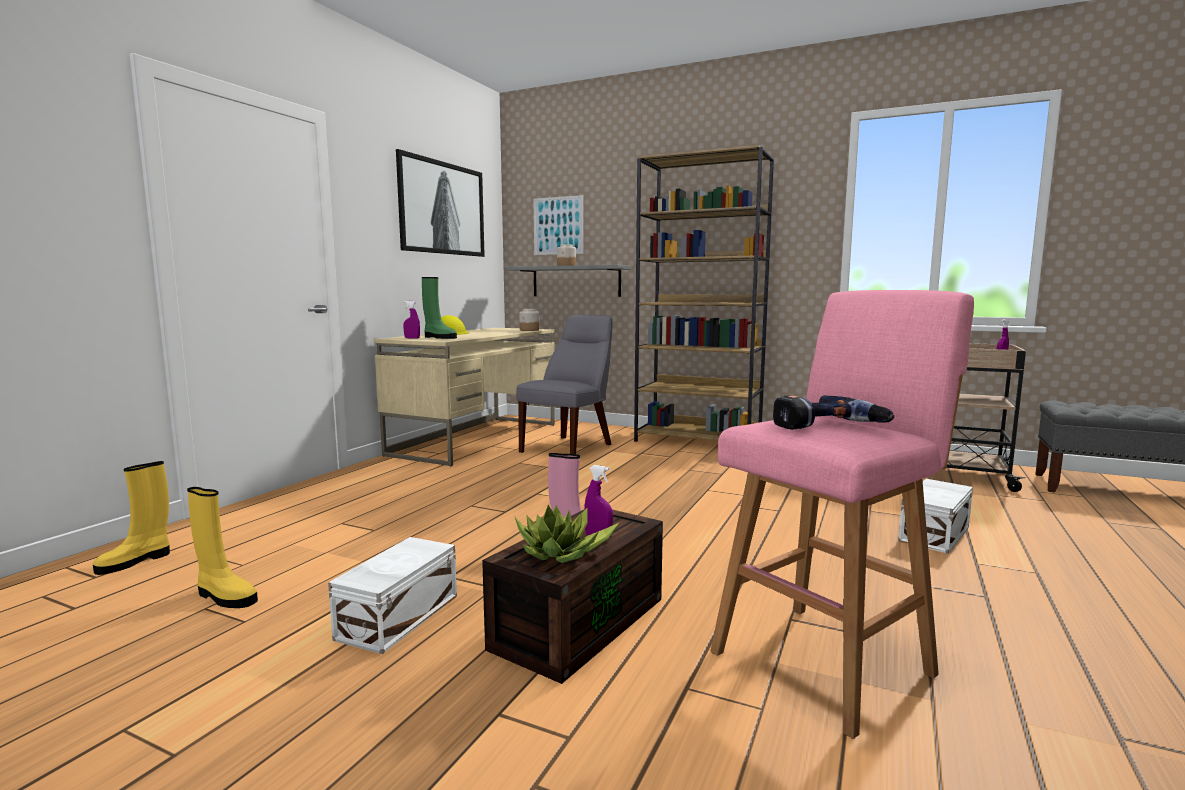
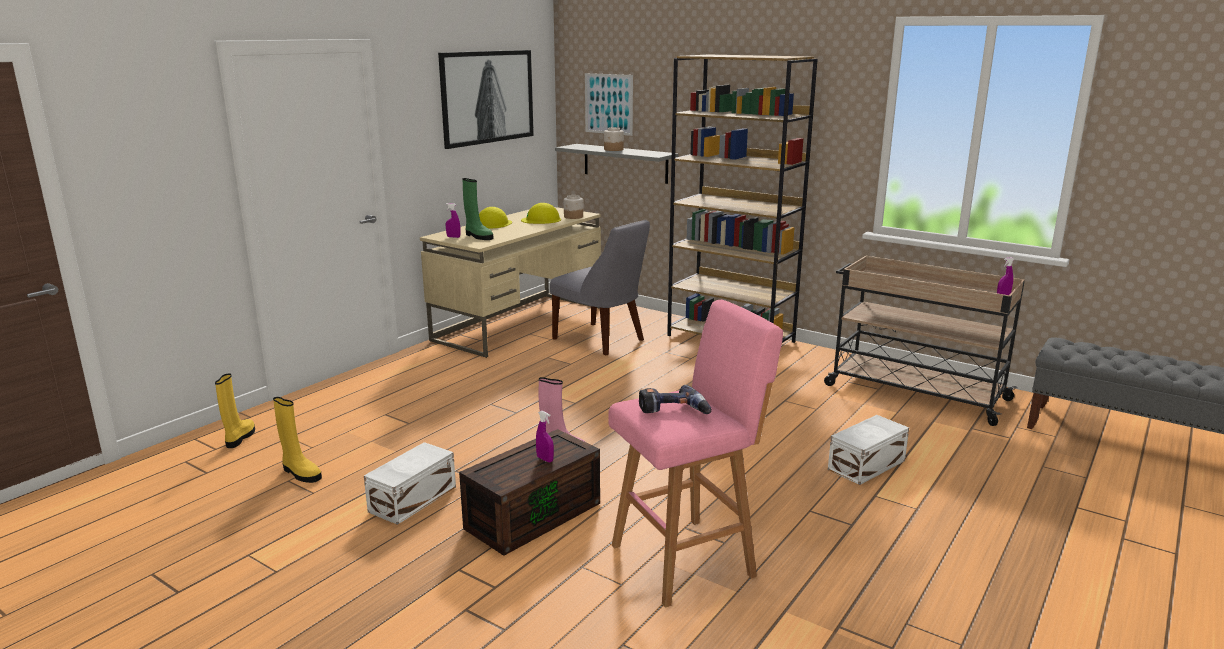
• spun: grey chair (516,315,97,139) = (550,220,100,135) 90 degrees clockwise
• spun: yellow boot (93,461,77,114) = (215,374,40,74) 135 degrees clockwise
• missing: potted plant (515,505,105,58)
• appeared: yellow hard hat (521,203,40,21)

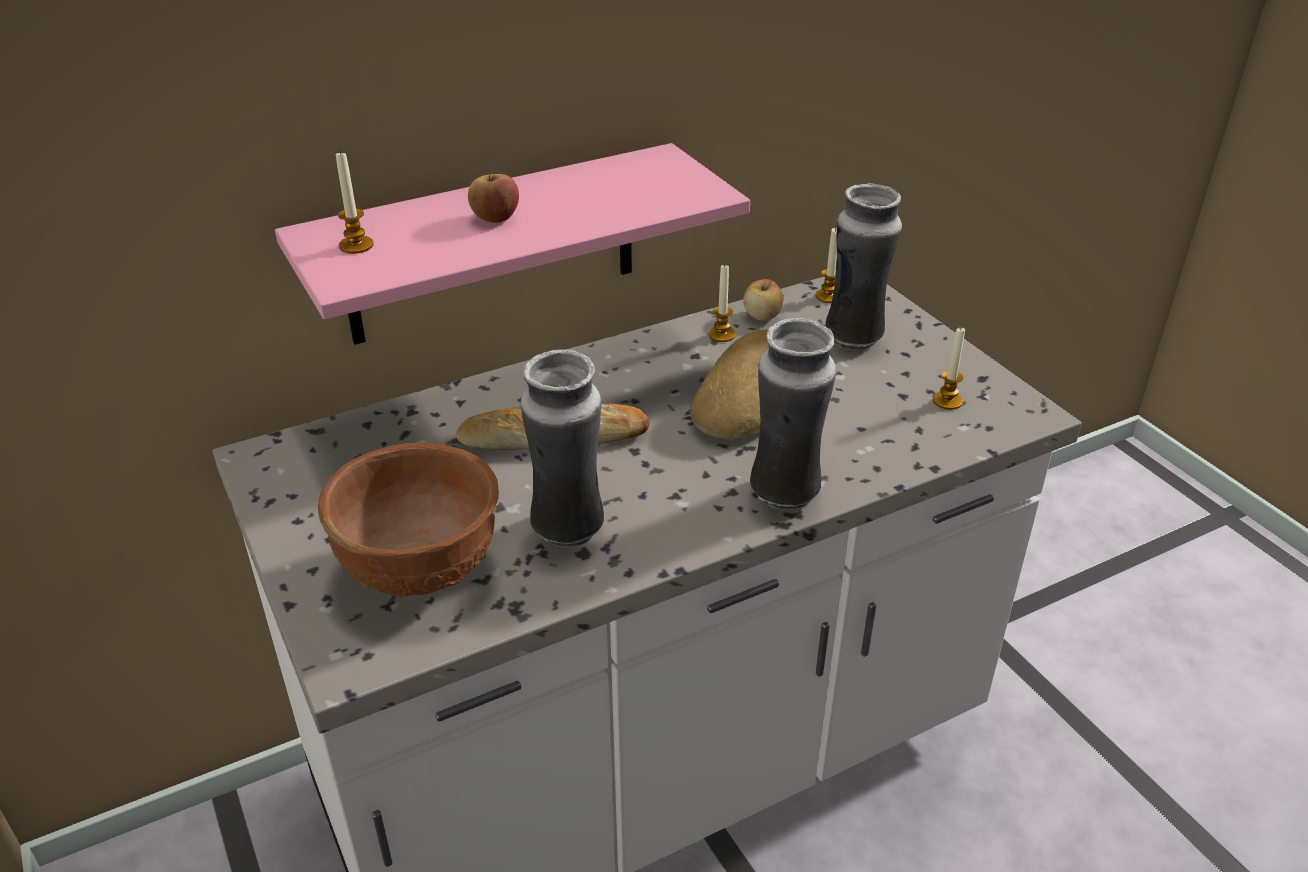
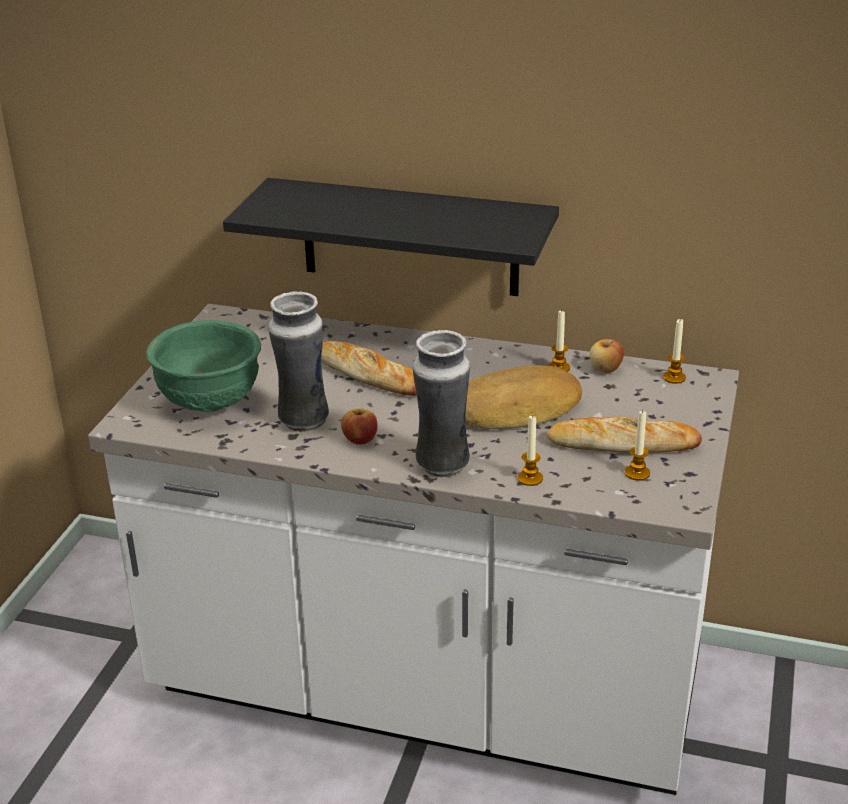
• colour: pink shelf (275,143,475,202) to black shelf (223,178,336,118)
• relocated: candle (336,151,38,103) to (518,415,25,71)
• relocated: apple (468,174,51,49) to (341,408,37,37)
• missing: vase (825,183,77,168)
• colour: brown bowl (318,443,181,154) to green bowl (146,320,115,92)
• appeared: bread (547,417,155,36)

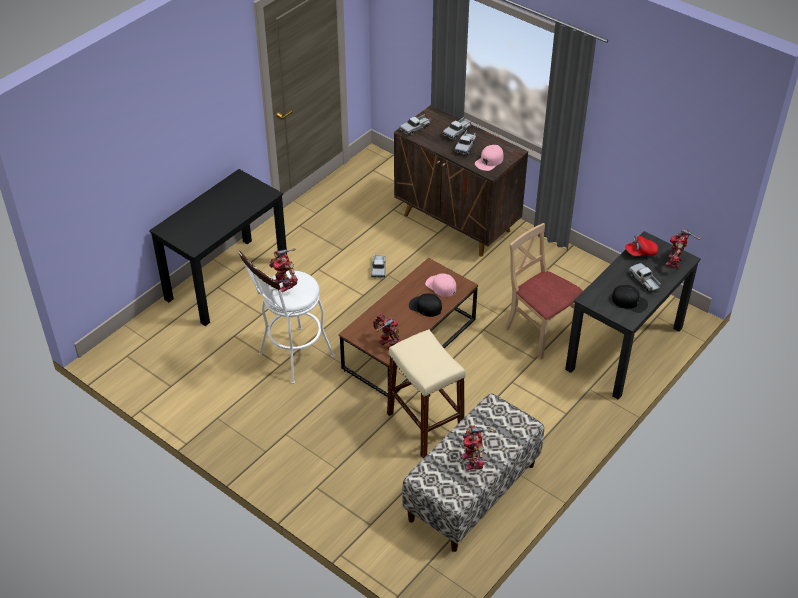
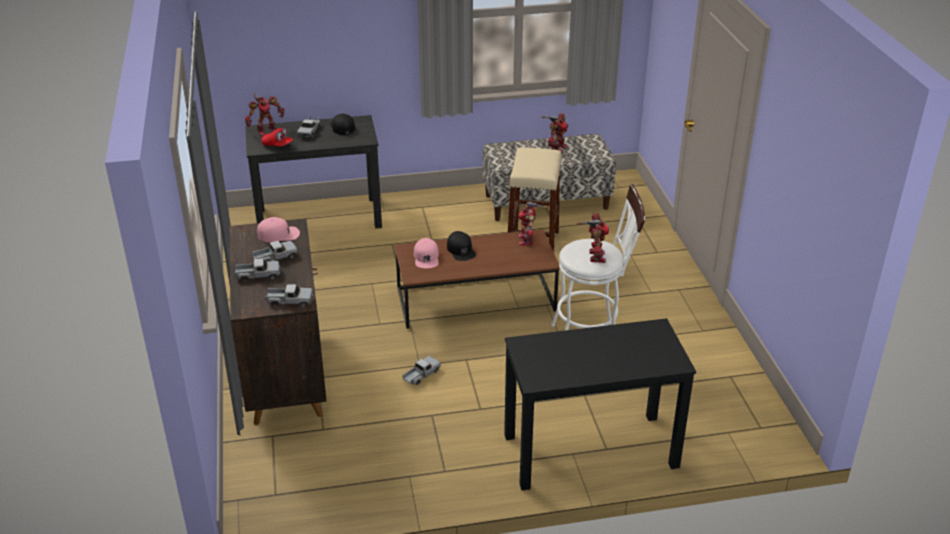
• missing: beige chair (505,223,78,137)

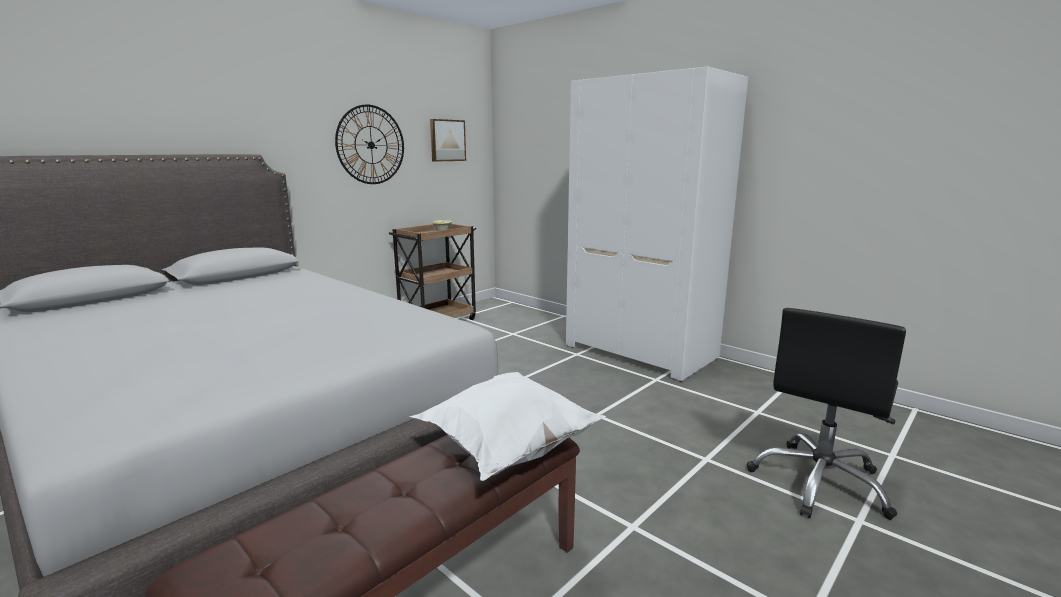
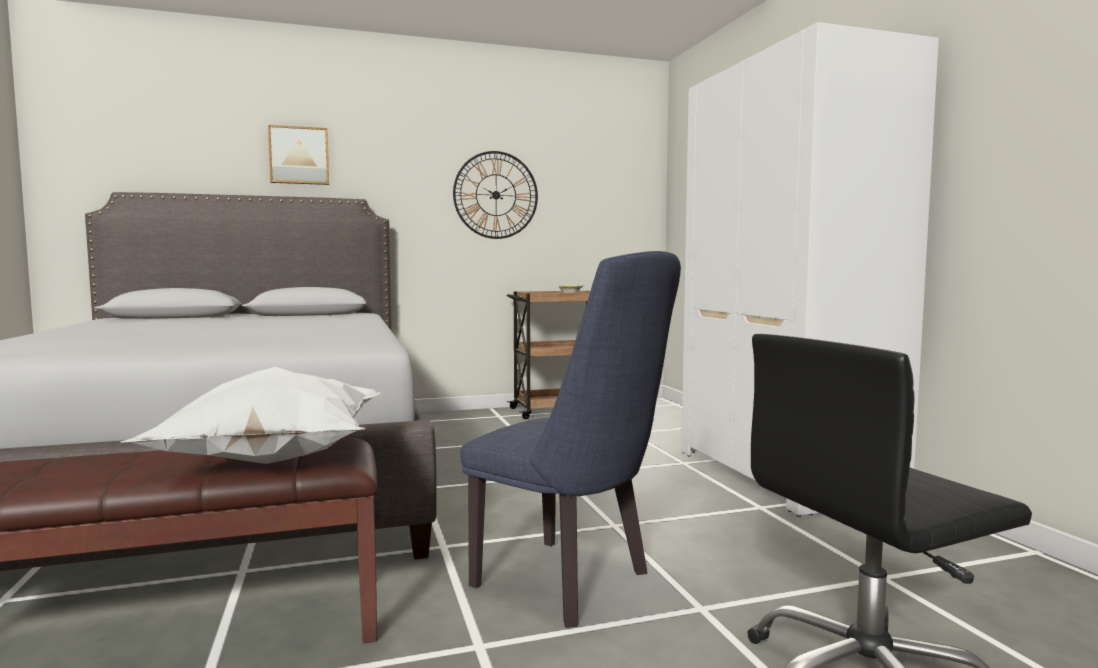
• relocated: picture (430,119,36,43) to (268,125,61,60)
• appeared: blue chair (460,251,221,377)

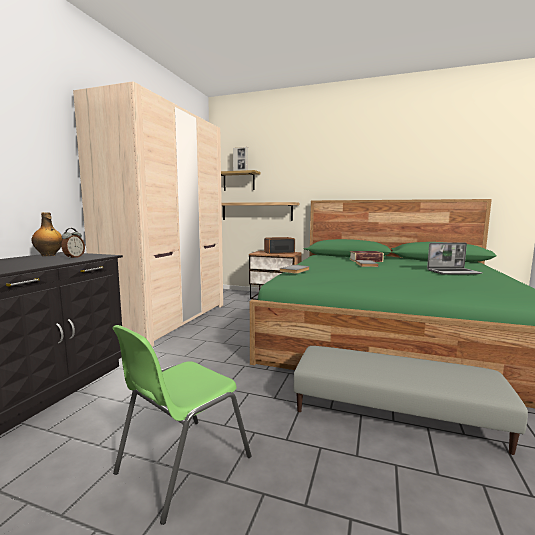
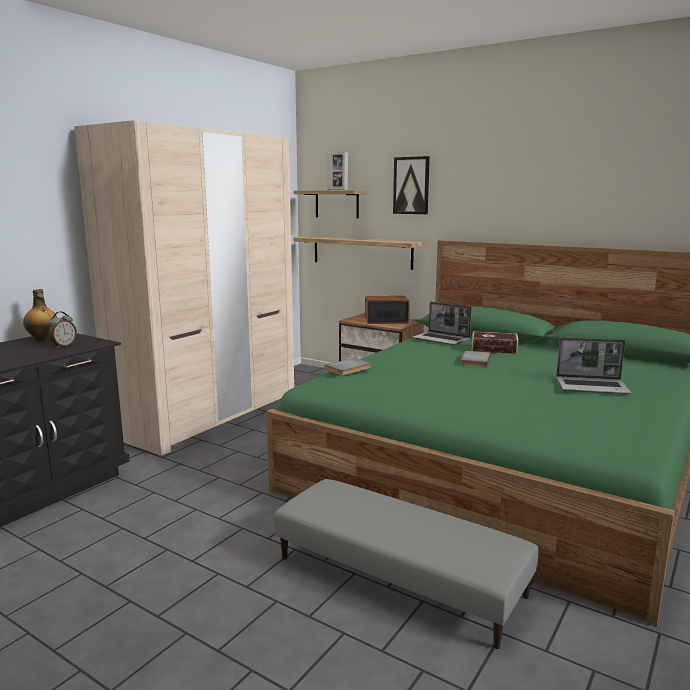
• missing: green chair (112,325,139,200)
• appeared: picture (393,156,37,58)
• appeared: laptop (412,302,60,43)

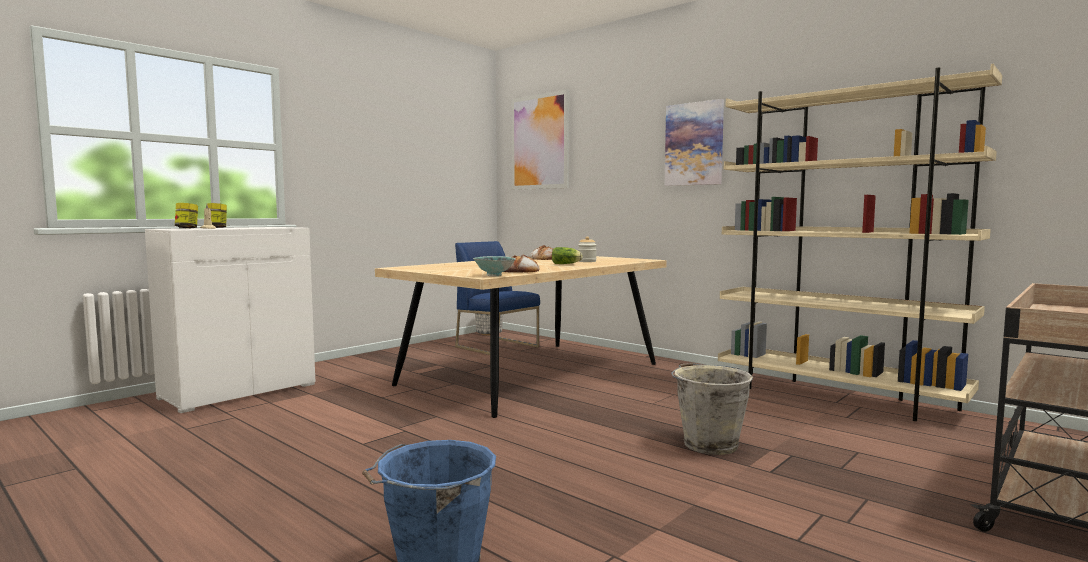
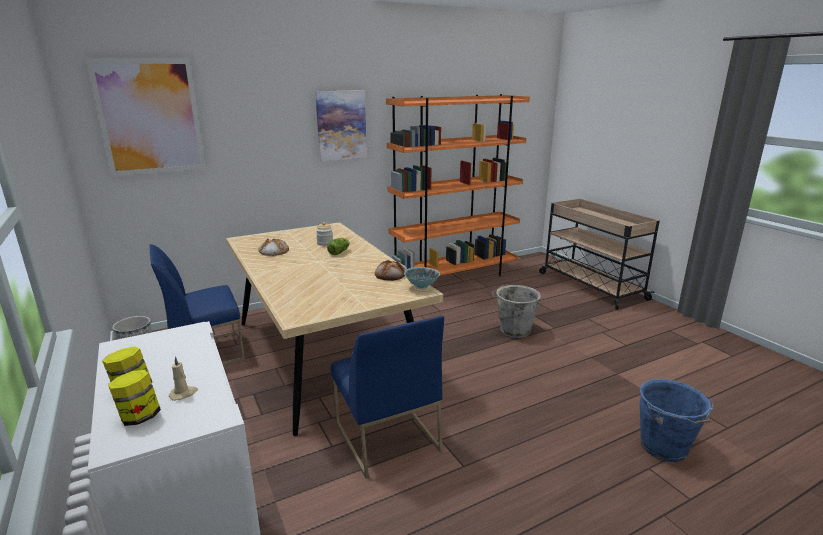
• colour: beige bookcase (718,64,284,357) to orange bookcase (386,94,144,182)
• appeared: blue chair (331,316,113,163)

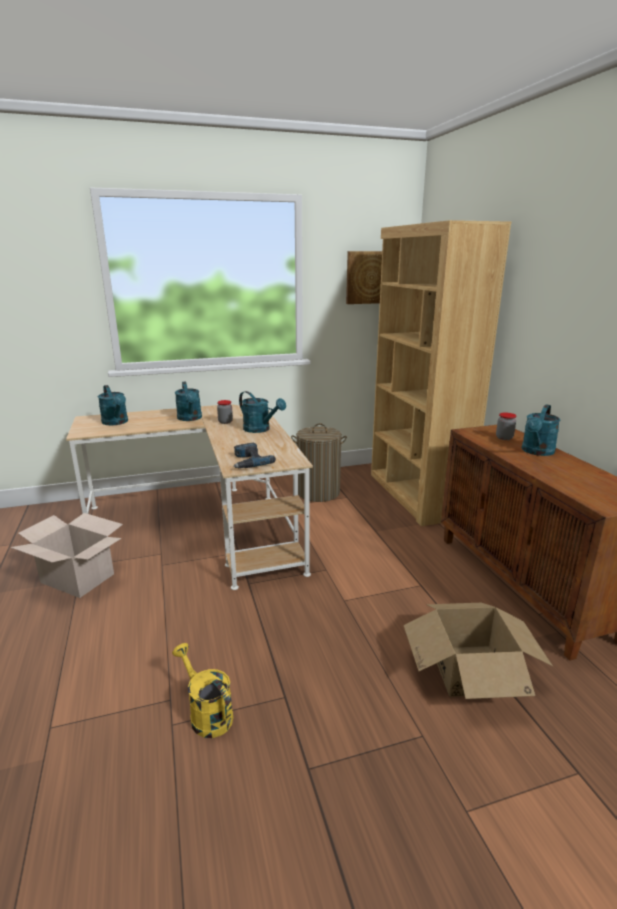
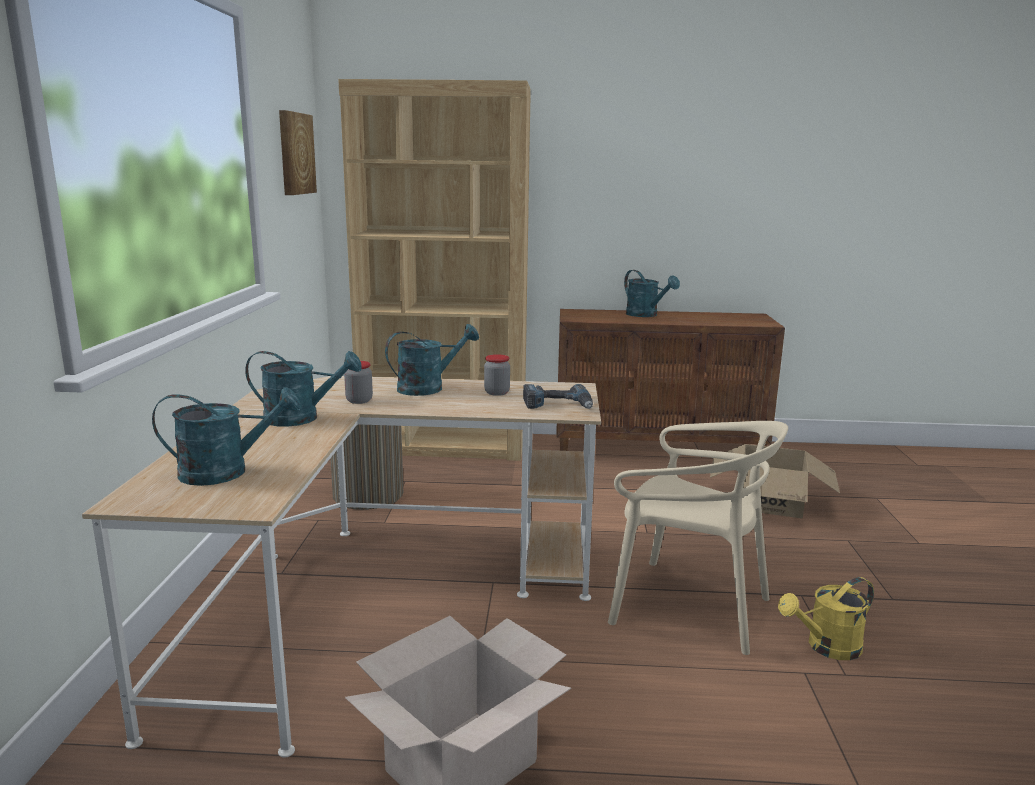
• relocated: jar (496,412,20,28) to (484,354,26,42)
• appeared: beige chair (608,421,180,234)

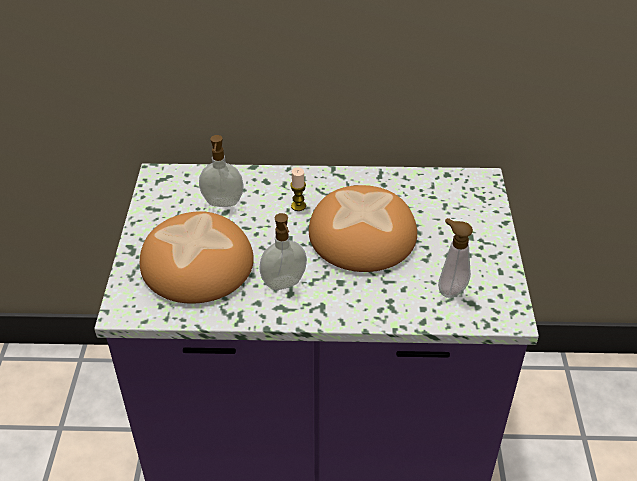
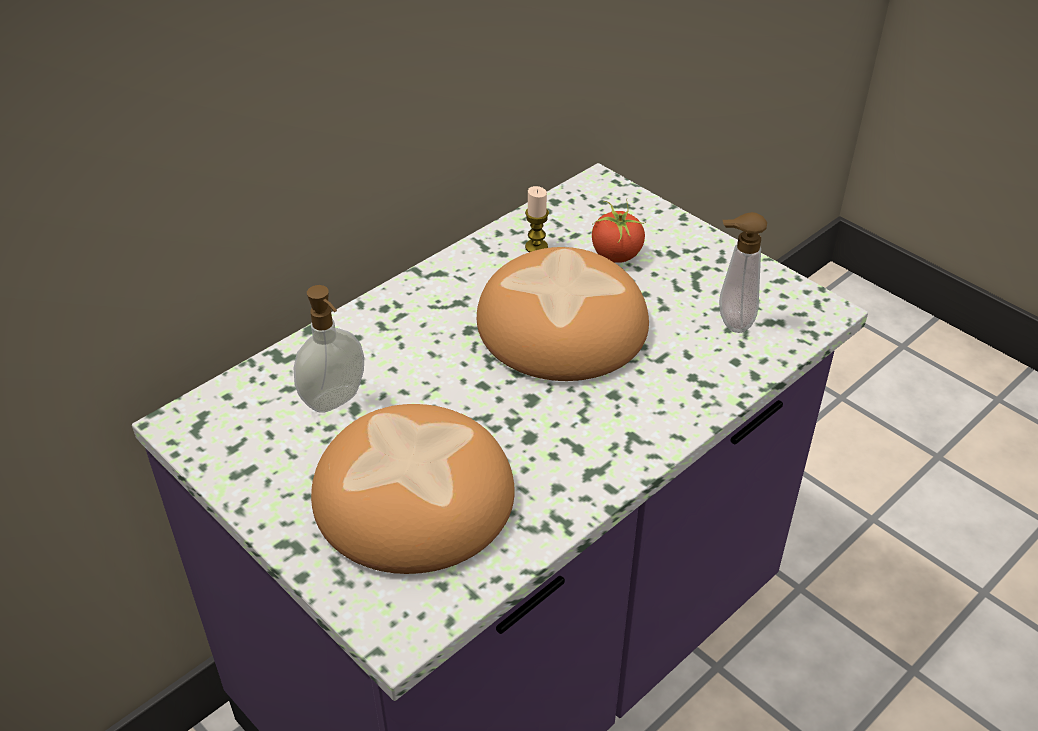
• relocated: candle (290,167,16,44) to (525,186,24,66)
• missing: soap dispenser (259,213,48,77)
• appeared: tomato (592,201,54,62)

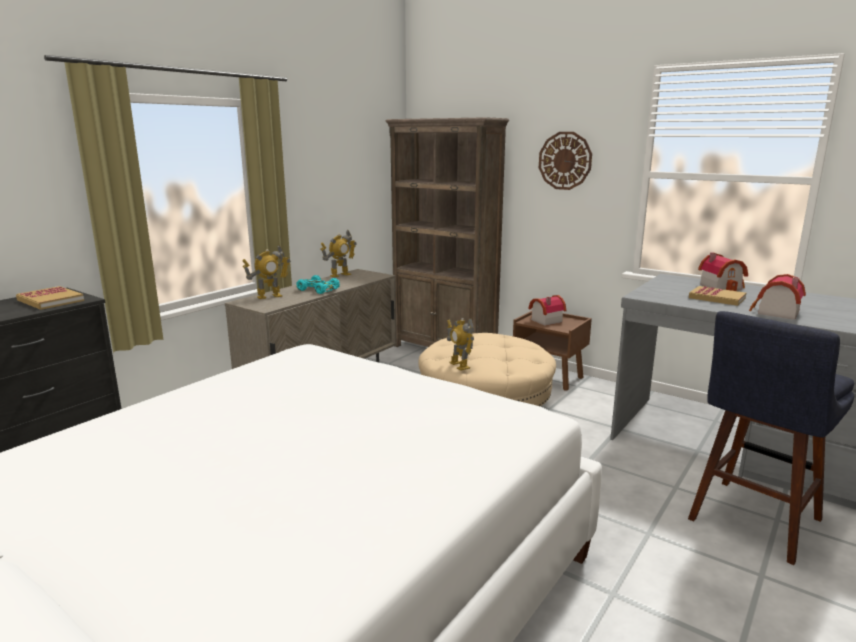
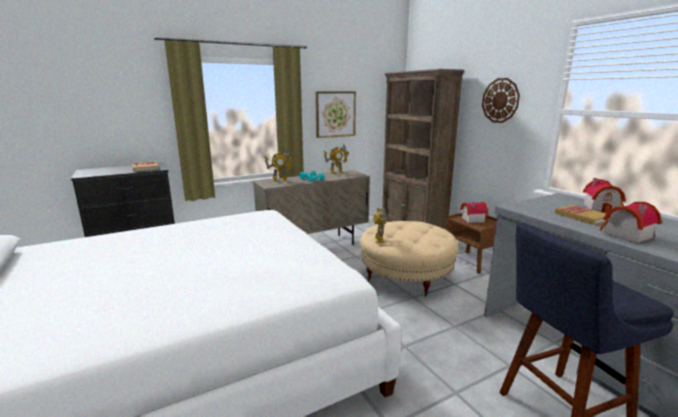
• appeared: picture (316,91,40,47)

